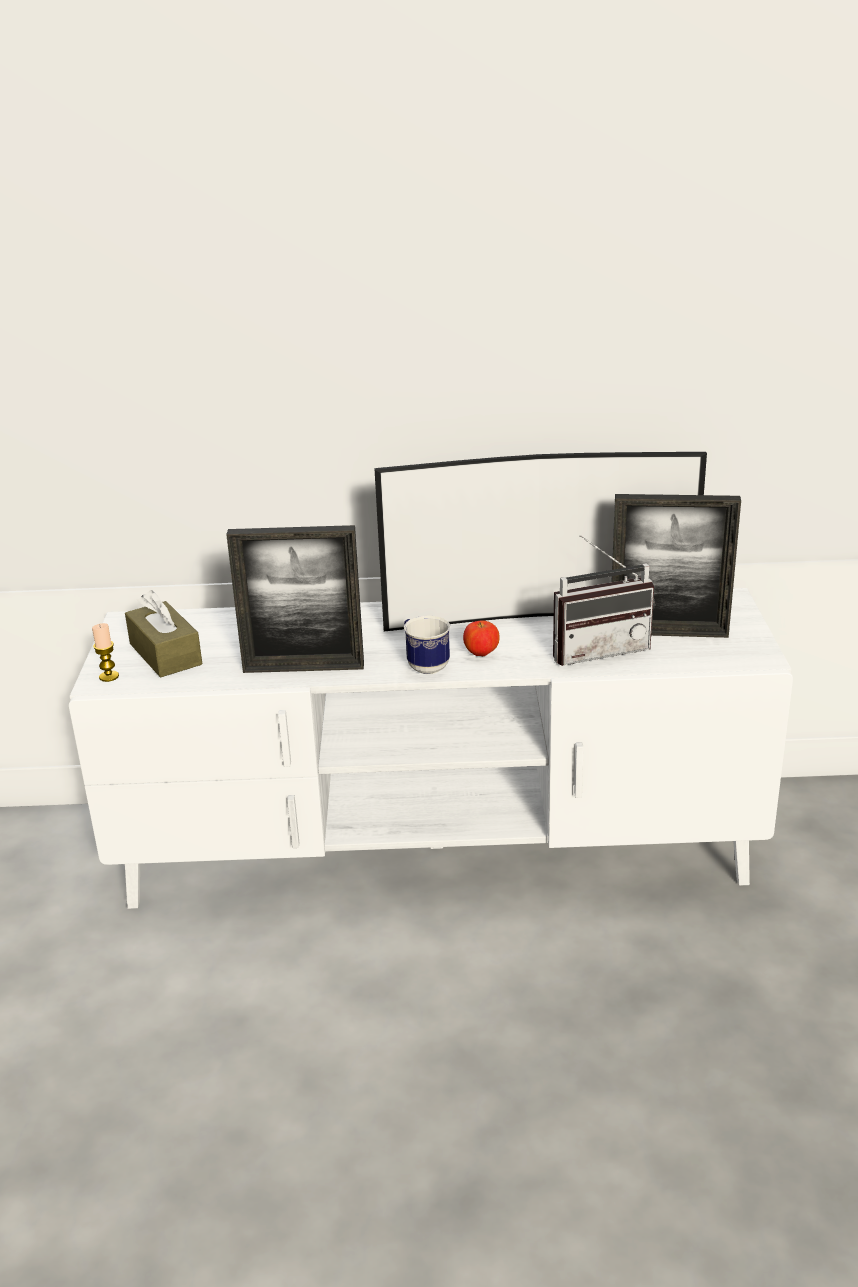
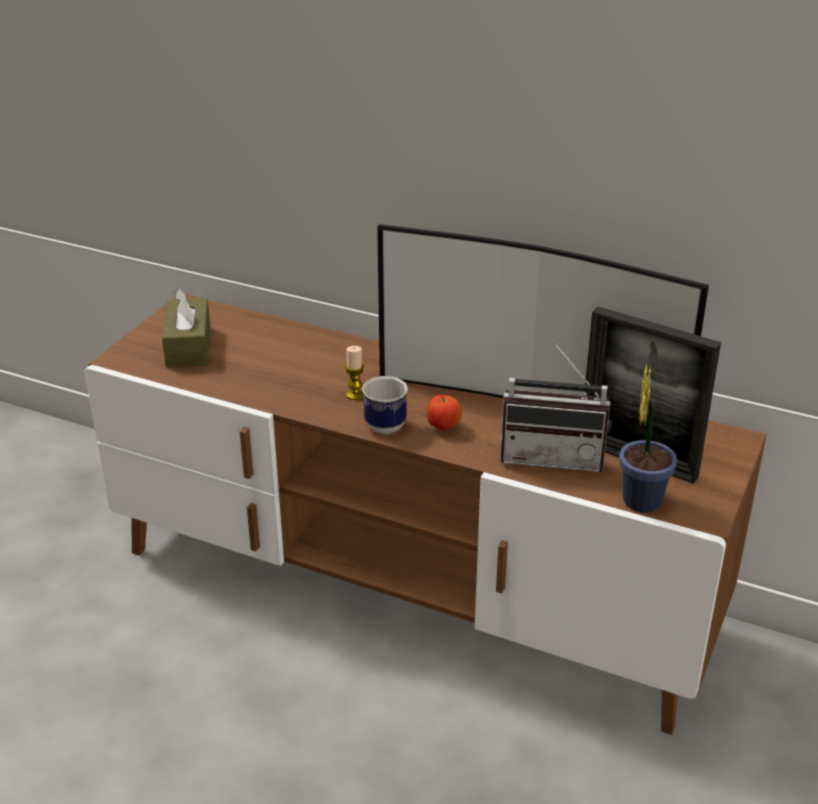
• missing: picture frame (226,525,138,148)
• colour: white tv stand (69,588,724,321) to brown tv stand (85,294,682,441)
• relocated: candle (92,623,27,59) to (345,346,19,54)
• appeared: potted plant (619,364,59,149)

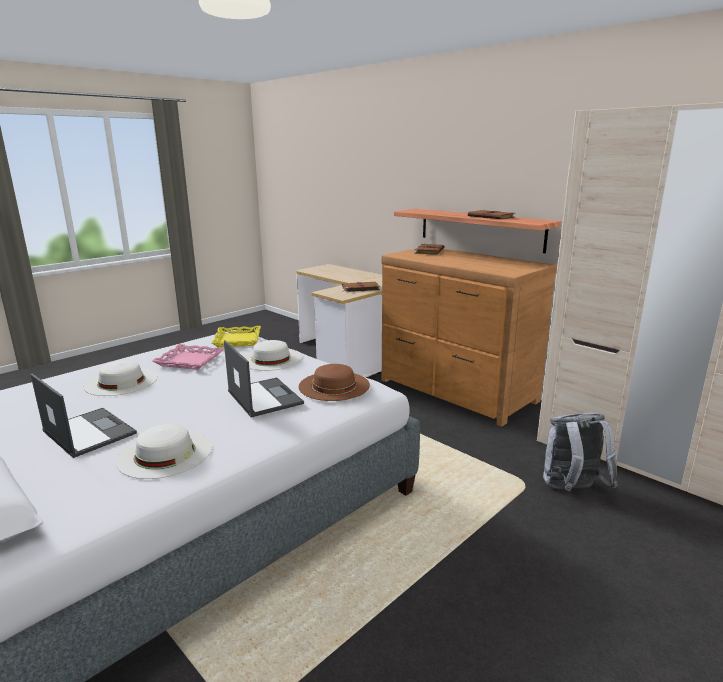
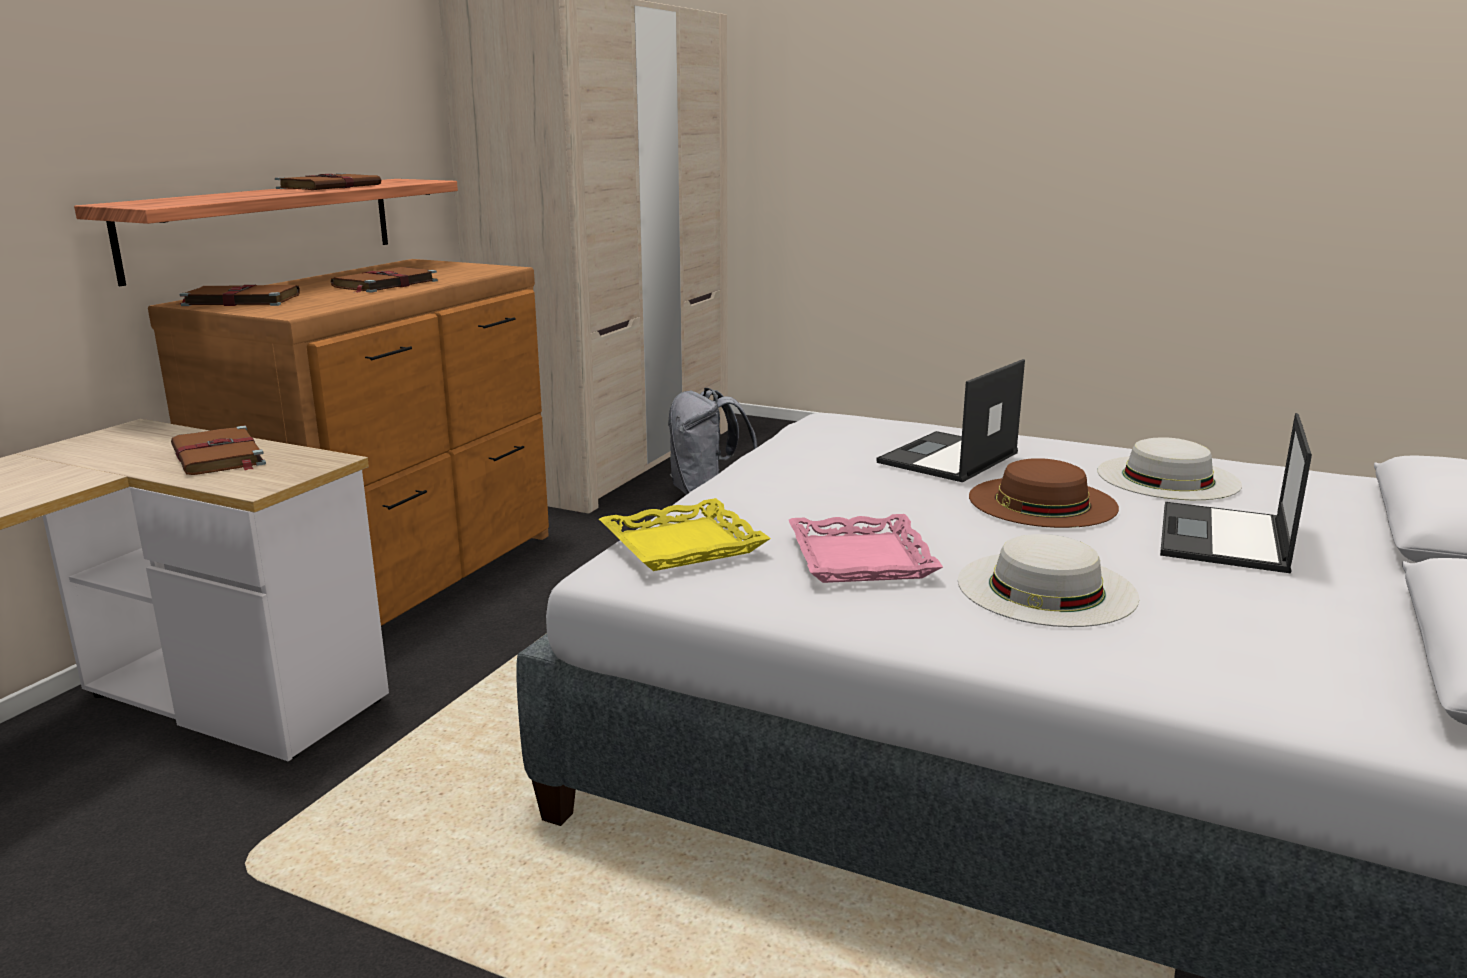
• missing: white hat (243,340,60,31)
• relocated: brown hat (299,364,71,37) to (969,458,150,70)
• appeared: brown book (331,267,107,26)

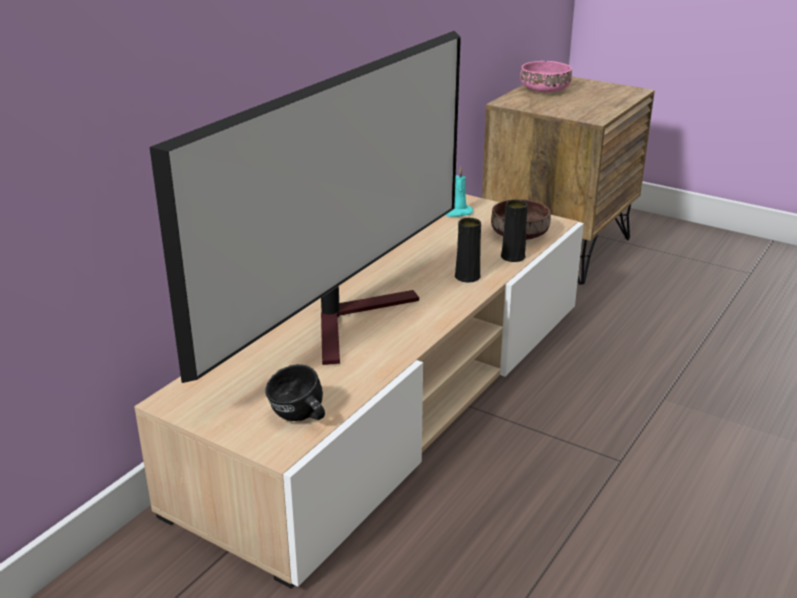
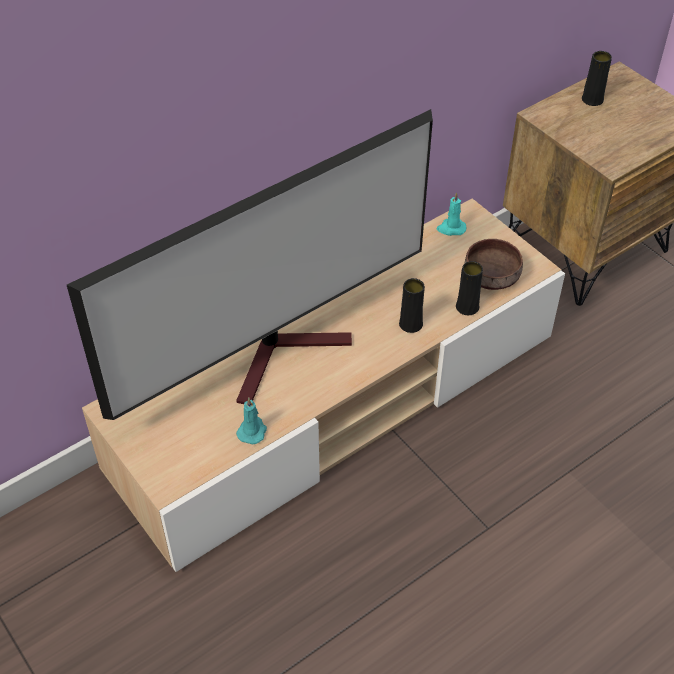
• exchanged: pink bowl (520,61,52,31) to black vase (582,51,30,55)
• missing: black mug (265,364,60,57)
• appeared: turquoise candle (236,398,31,46)

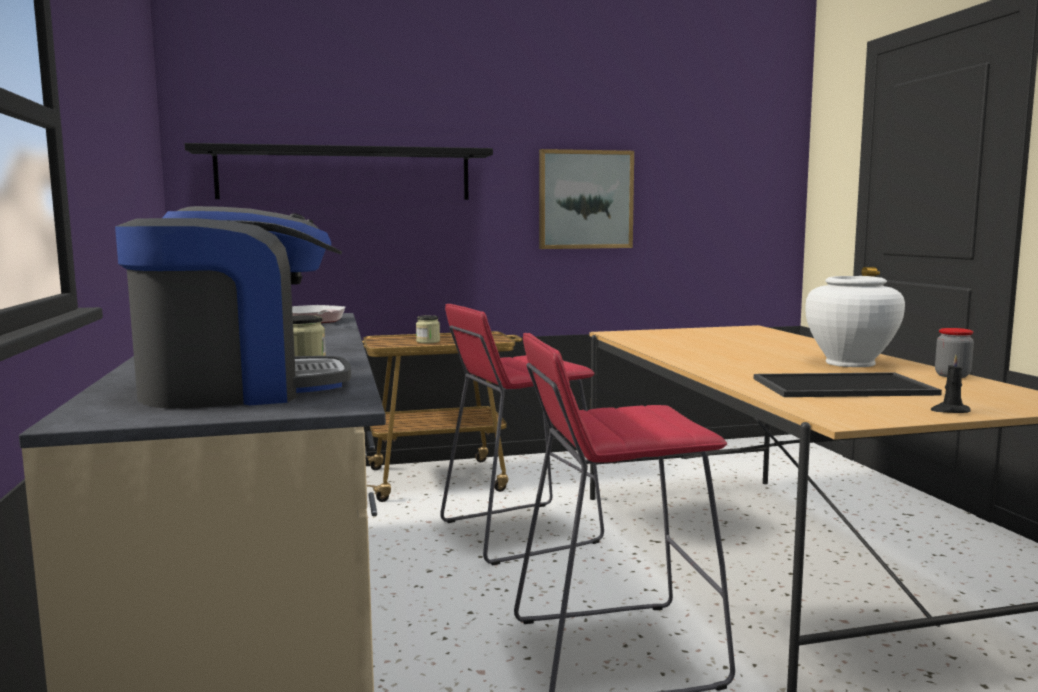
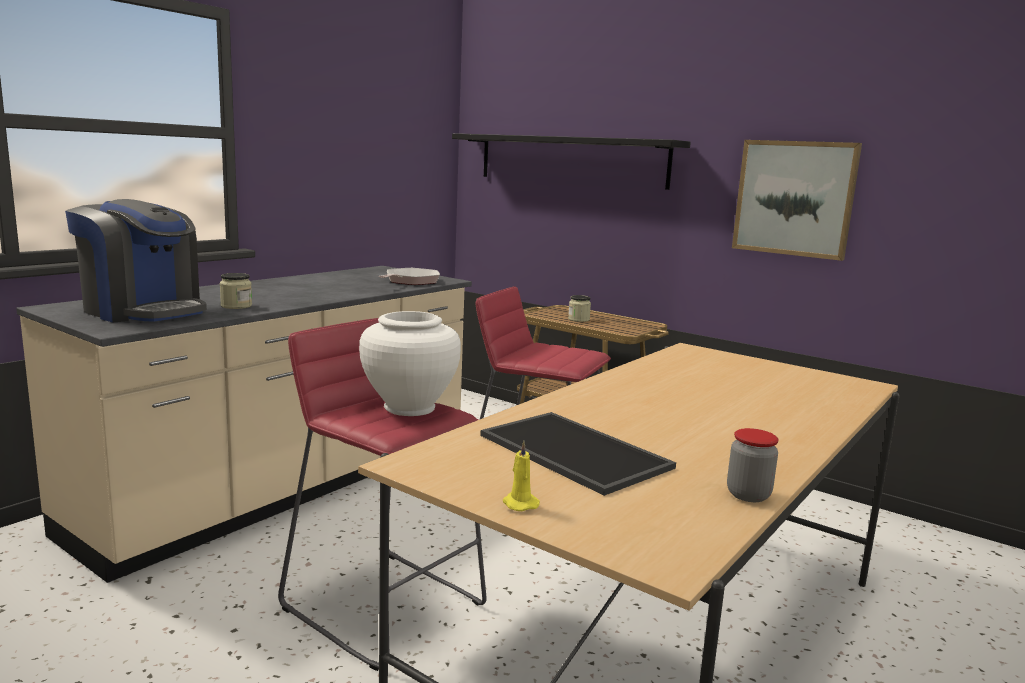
• relocated: white vase (805,276,100,91) to (359,311,102,105)
• colour: black candle (931,355,39,58) to yellow candle (503,441,37,70)

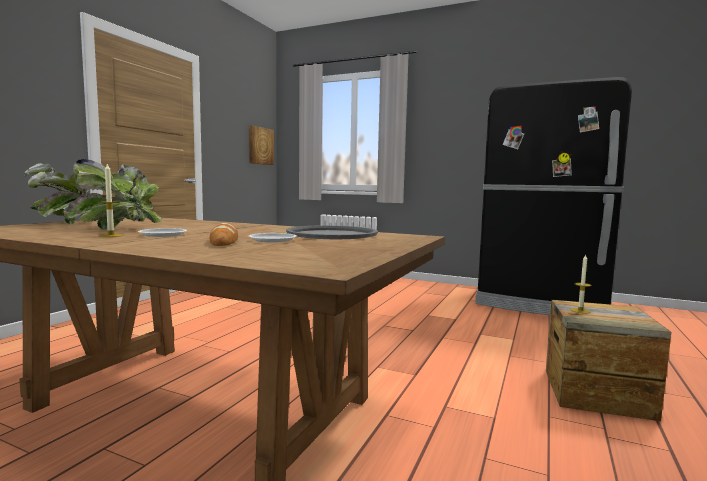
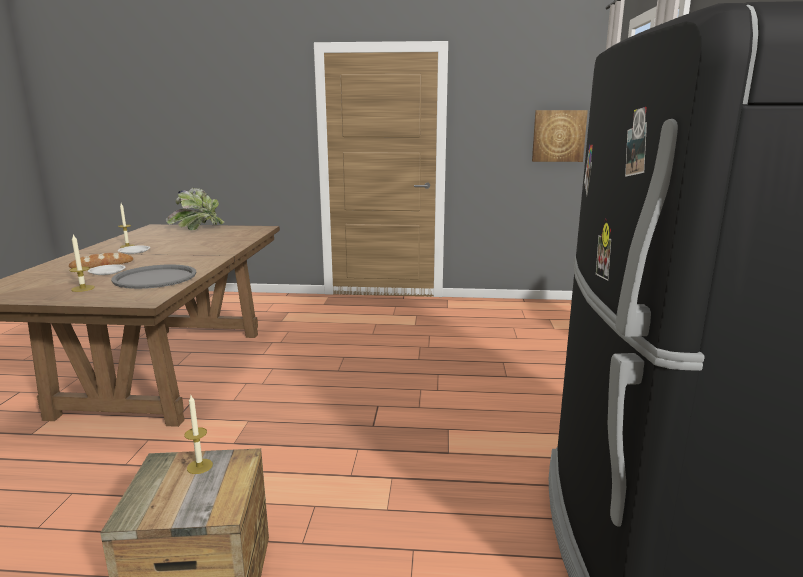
• missing: potted plant (65,159,98,70)
• appeared: candle (69,234,26,58)

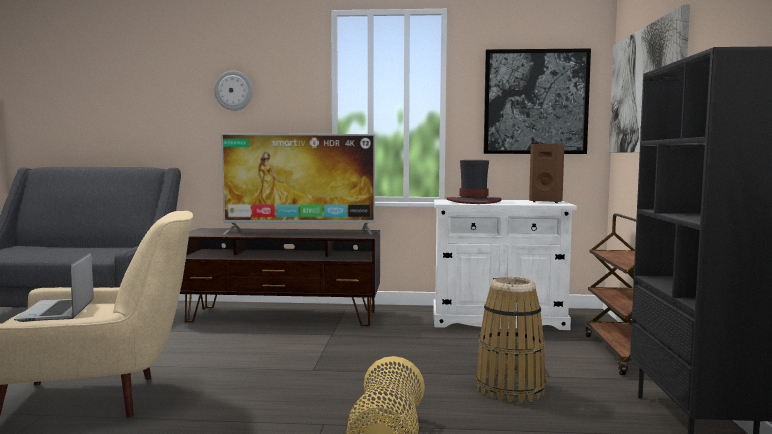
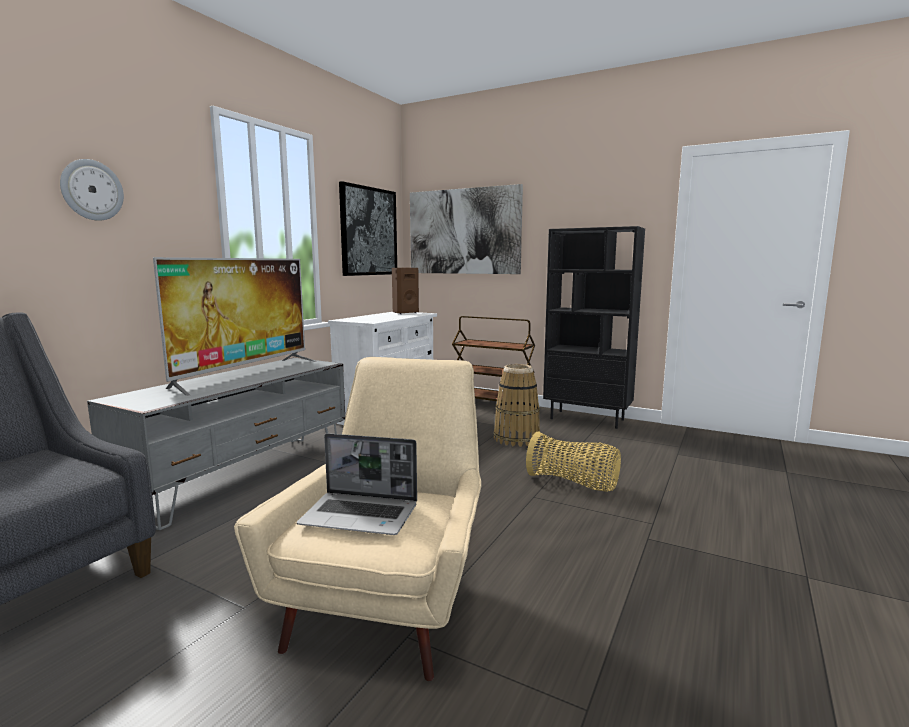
• missing: hat (446,160,56,44)
• colour: brown tv stand (180,228,200,98) to grey tv stand (87,358,258,172)

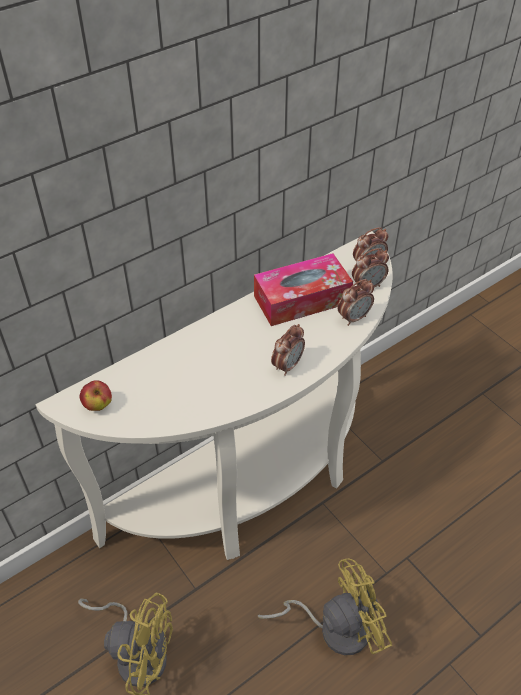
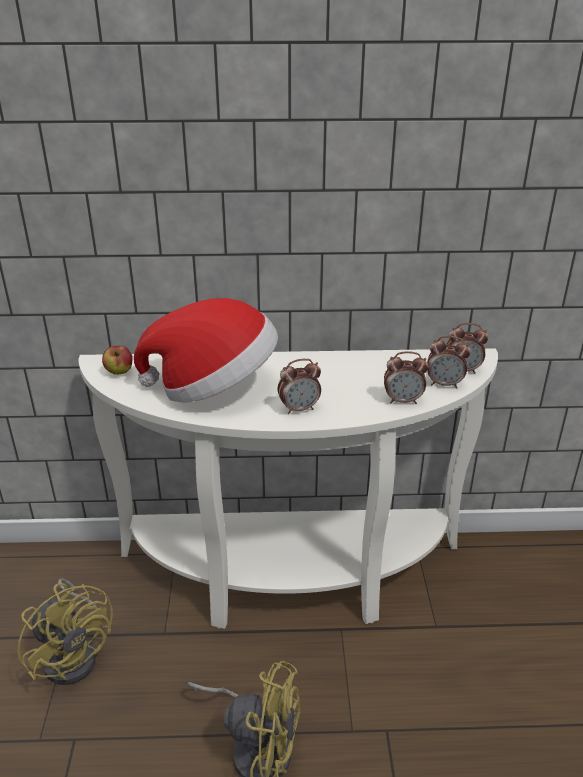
• missing: tissue box (254,253,99,73)
• appeared: hat (134,298,144,105)

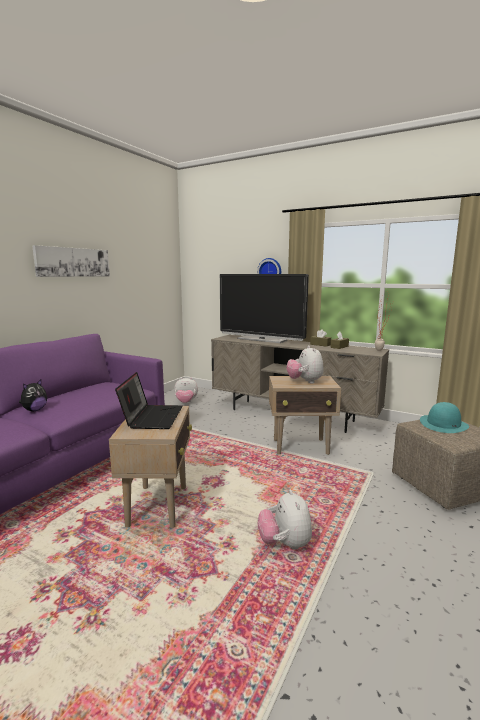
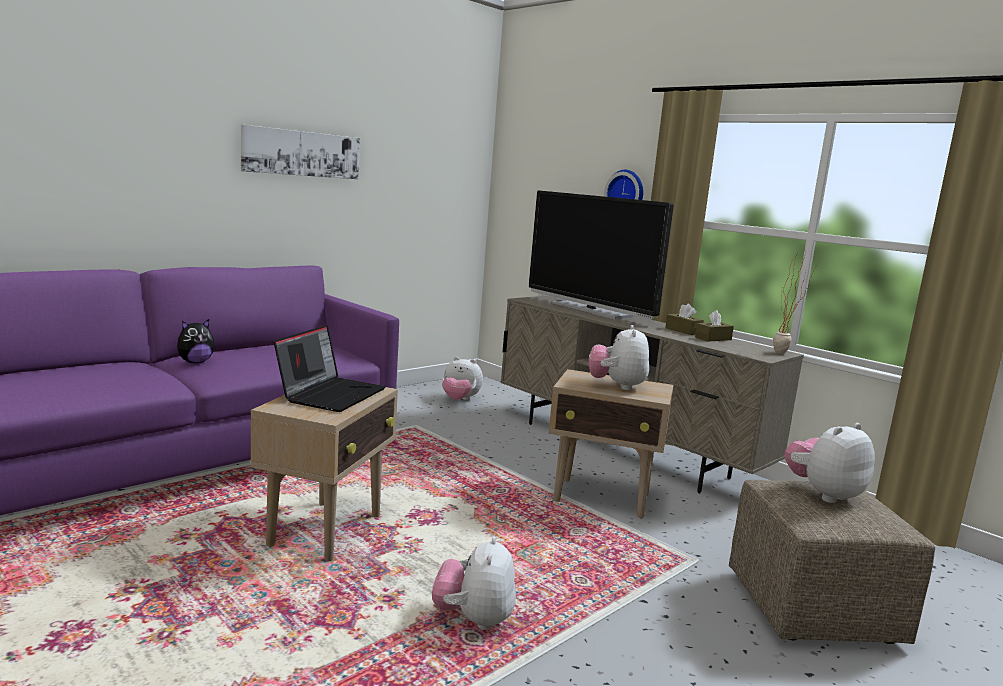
• exchanged: turquoise hat (420,402,49,31) to plush toy (785,423,90,80)

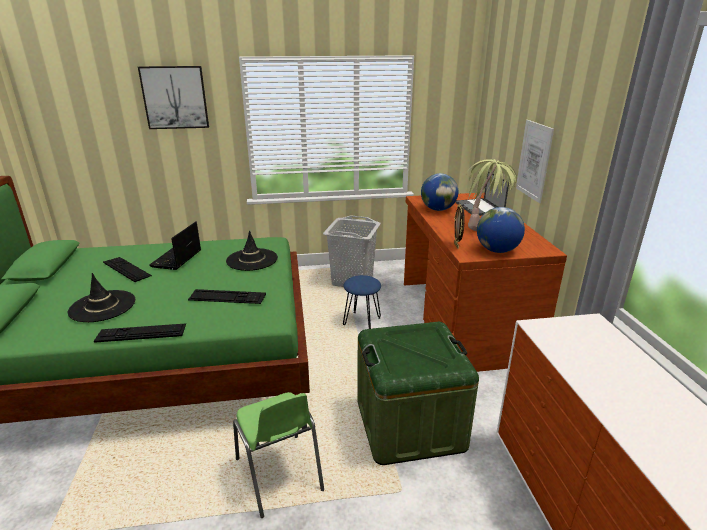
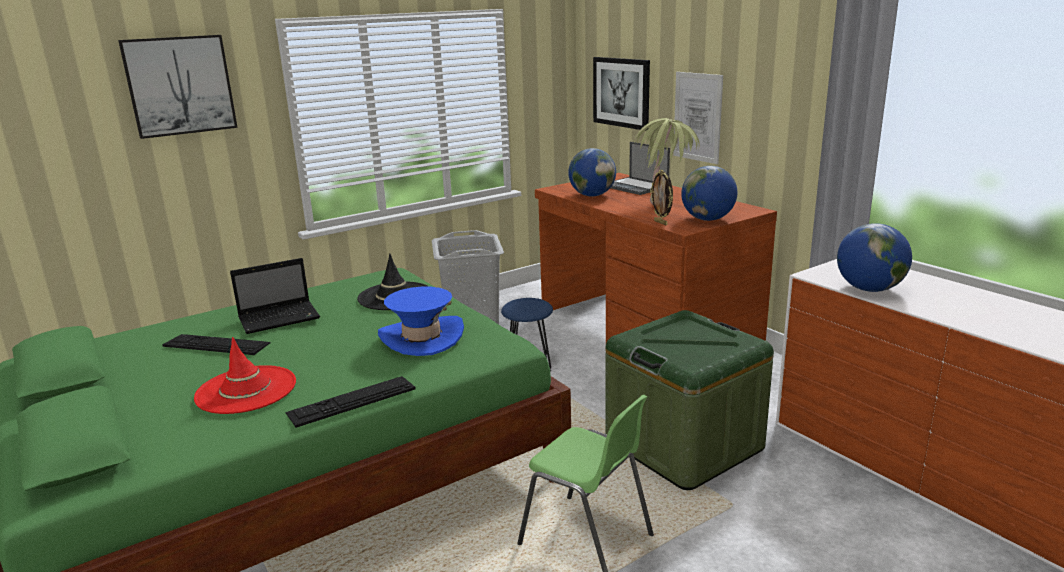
• spun: laptop (149,221,52,49) = (230,258,90,76) 105 degrees counterclockwise
• colour: black hat (68,273,67,49) to red hat (194,337,102,77)
• exchanged: keyboard (188,289,78,15) to blue hat (378,287,86,69)
• appeared: picture (593,57,57,74)
• appeared: globe (837,223,75,69)

